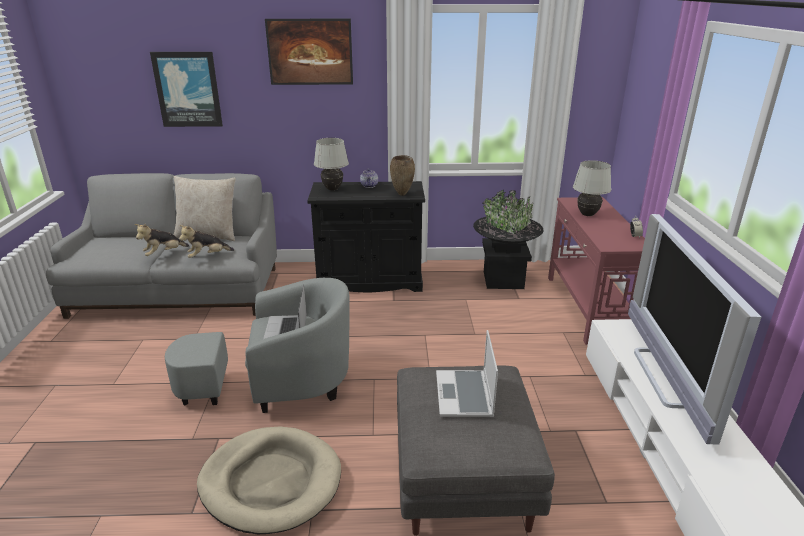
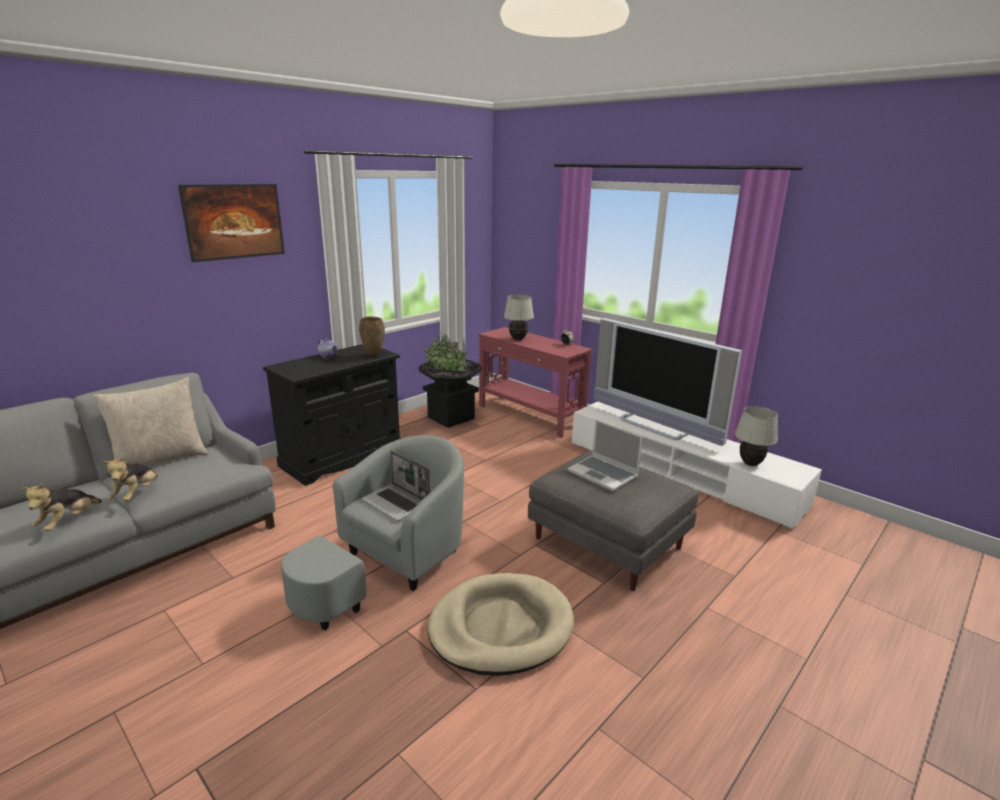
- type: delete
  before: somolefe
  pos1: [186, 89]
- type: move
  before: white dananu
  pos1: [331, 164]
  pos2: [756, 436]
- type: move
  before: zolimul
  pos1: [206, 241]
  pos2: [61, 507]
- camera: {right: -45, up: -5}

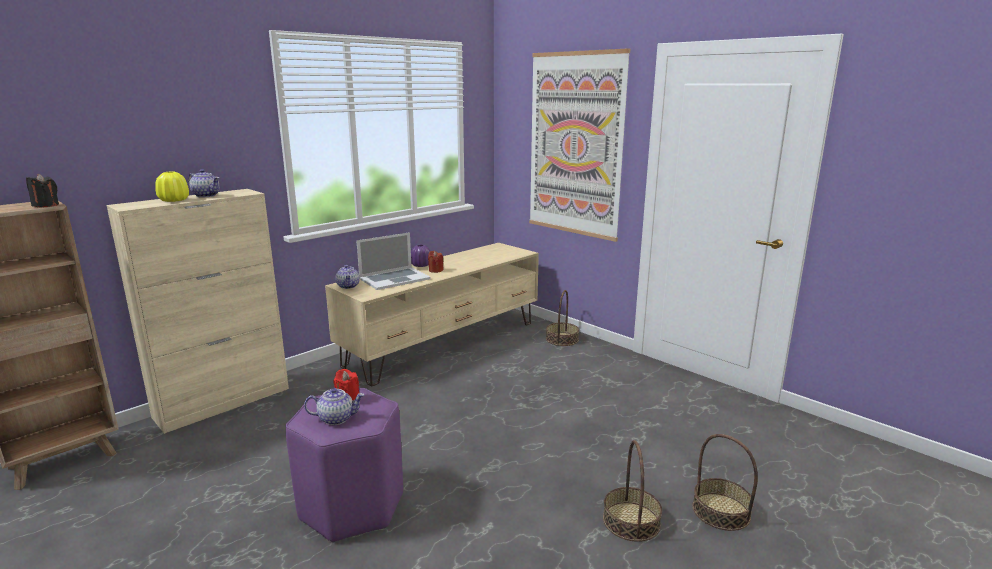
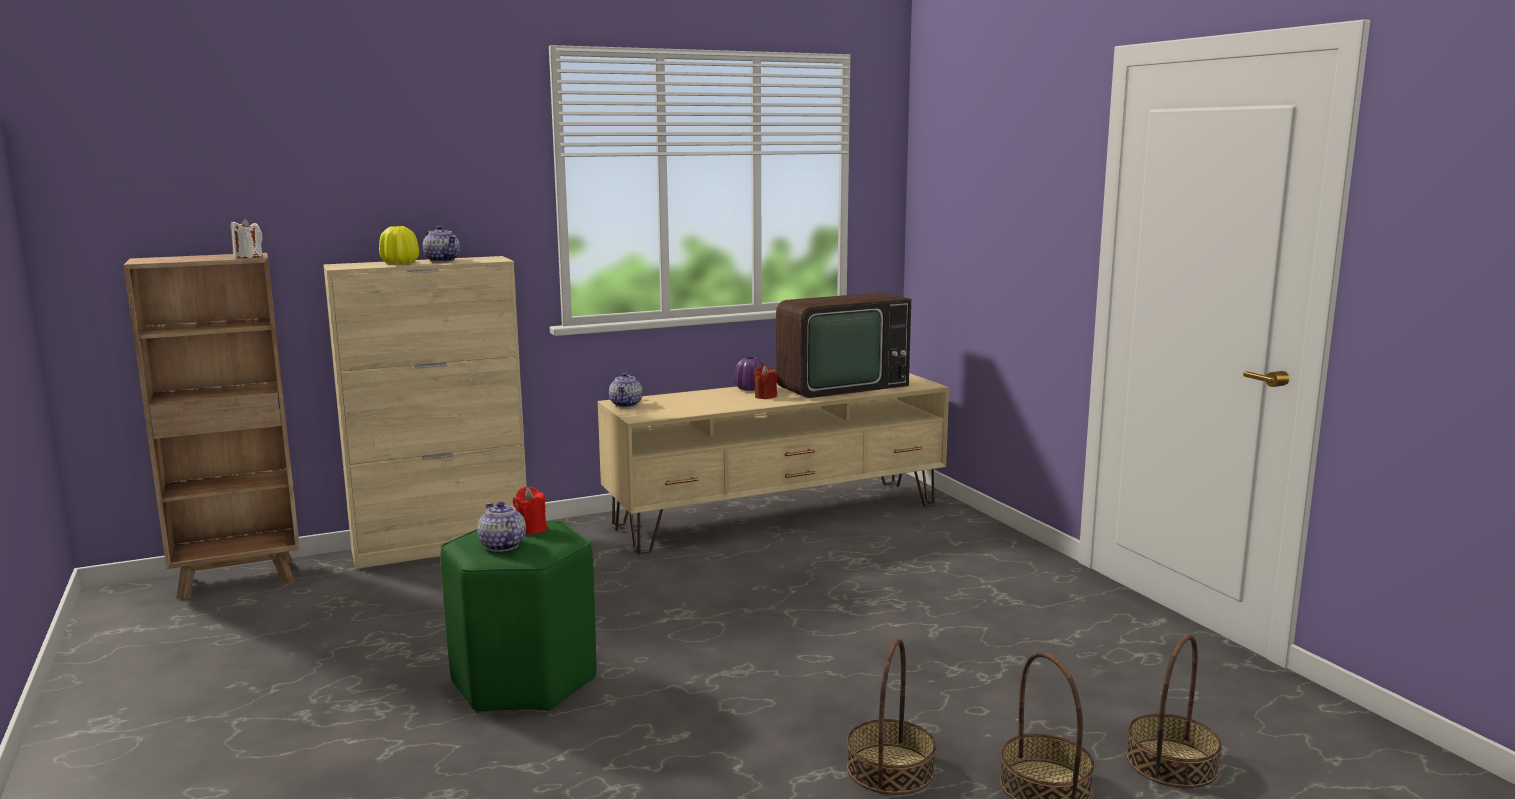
- type: delete
  before: somolefe
  pos1: [579, 145]
- type: recolor
  before: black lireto
  after: white lireto
  pos1: [42, 190]
  pos2: [247, 238]
- type: delete
  before: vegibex
  pos1: [393, 261]
- type: move
  before: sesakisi
  pos1: [562, 318]
  pos2: [1174, 711]
- type: recolor
  before: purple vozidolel
  after: green vozidolel
  pos1: [344, 465]
  pos2: [518, 617]
- type: rotate
  before: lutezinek
  pos1: [334, 406]
  pos2: [501, 527]
  turn: -135
- type: insert
  after: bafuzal
  pos2: [843, 345]
- camera: {right: 20, up: -5}

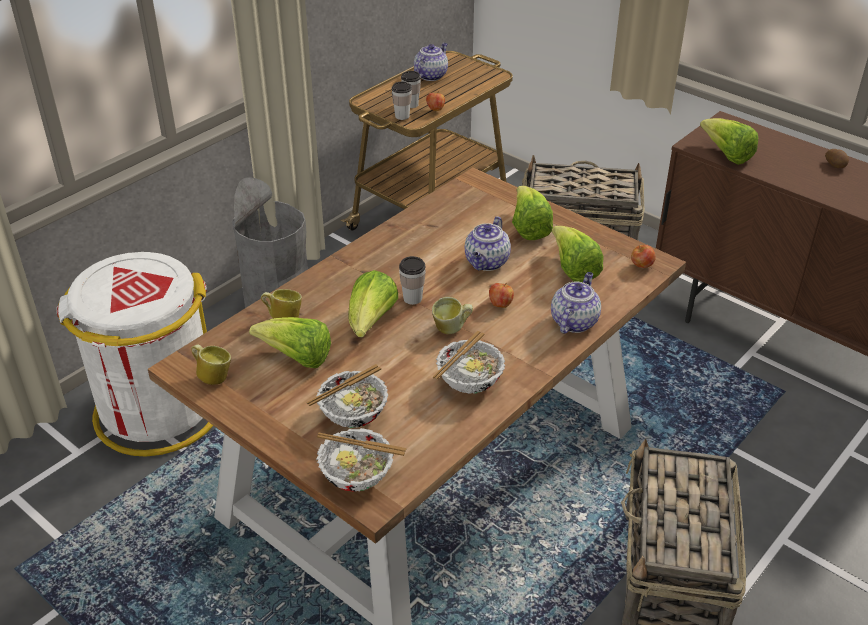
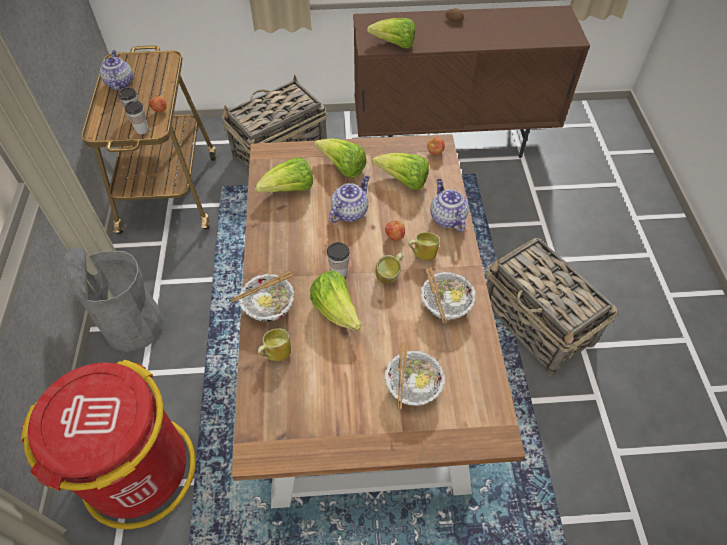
- type: rotate
  before: lutezinek
  pos1: [488, 243]
  pos2: [349, 199]
  turn: -120
- type: recolor
  before: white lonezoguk
  after: red lonezoguk
  pos1: [135, 354]
  pos2: [108, 444]
- type: move
  before: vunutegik
  pos1: [290, 342]
  pos2: [284, 175]
- type: move
  before: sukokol
  pos1: [211, 365]
  pos2: [424, 246]
- type: move
  before: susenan
  pos1: [361, 460]
  pos2: [262, 296]
- camera: {right: -45, up: 15}

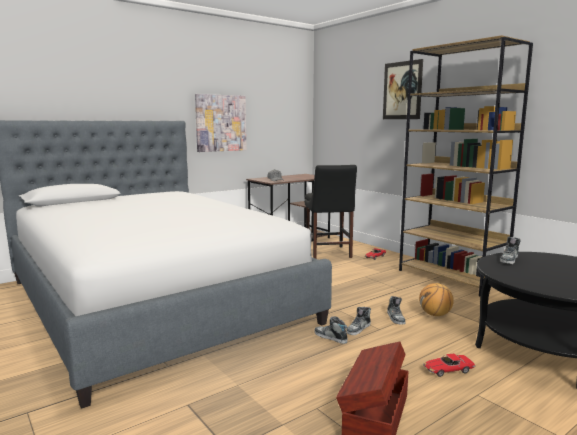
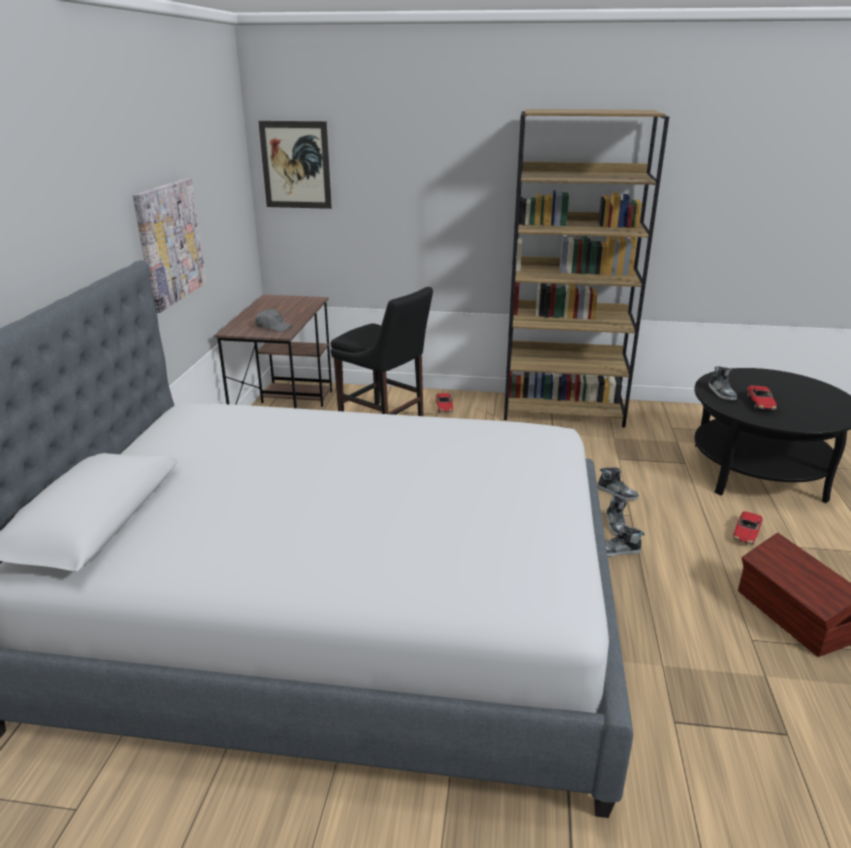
- type: move
  before: somolefe
  pos1: [403, 89]
  pos2: [295, 165]
- type: delete
  before: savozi
  pos1: [436, 299]
- type: insert
  after: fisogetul
  pos2: [762, 398]
- camera: {right: -45, up: 15}

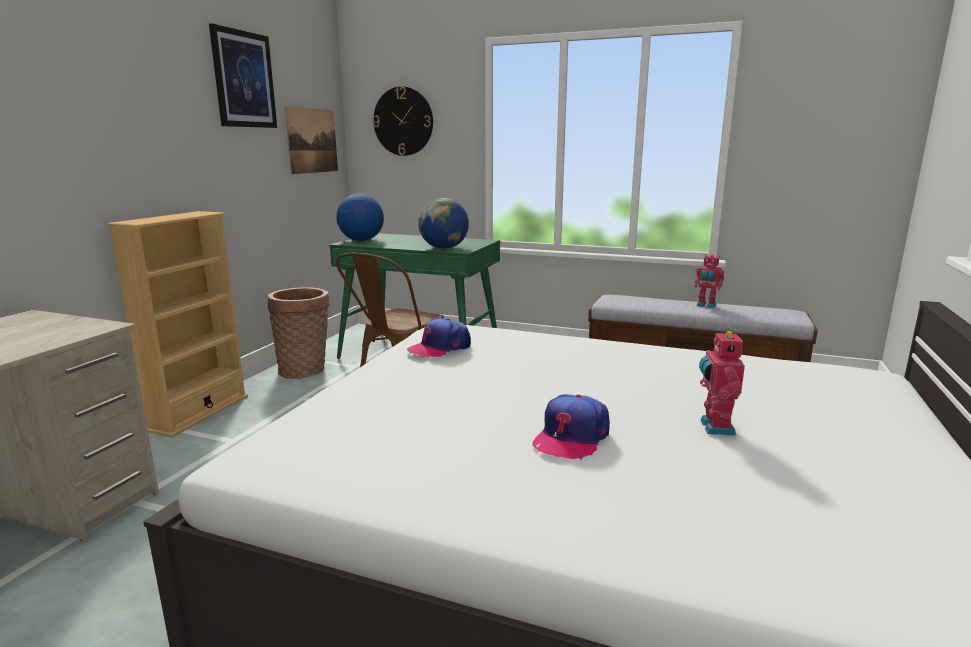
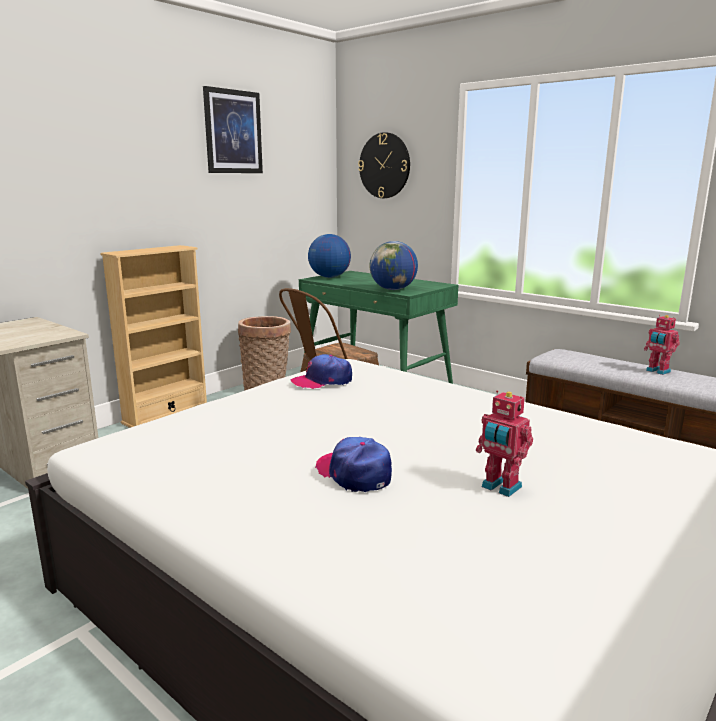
- type: delete
  before: somolefe
  pos1: [311, 140]
- type: rotate
  before: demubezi
  pos1: [722, 382]
  pos2: [504, 443]
  turn: -75
- type: rotate
  before: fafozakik
  pos1: [571, 427]
  pos2: [353, 464]
  turn: 90
- camera: {right: 20, up: 0}

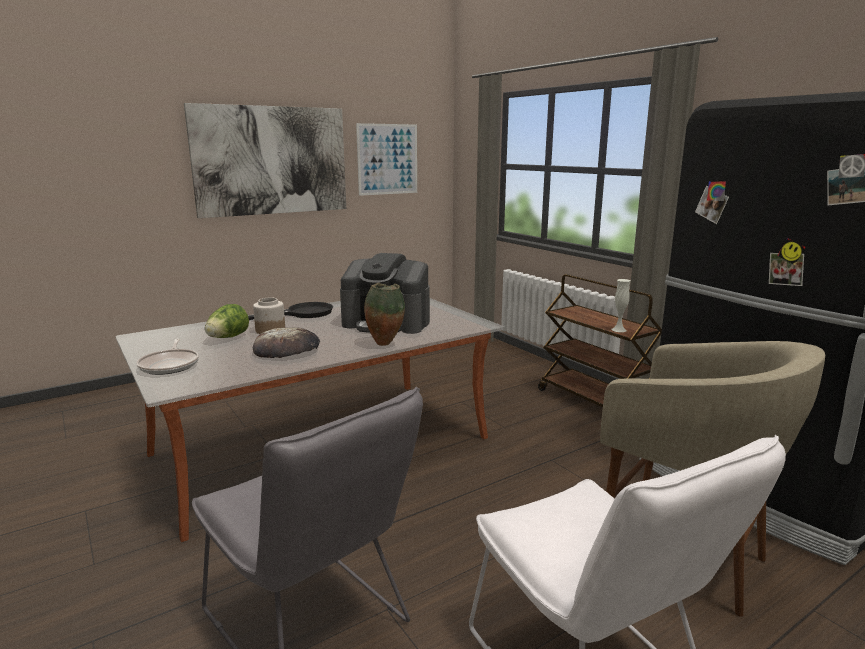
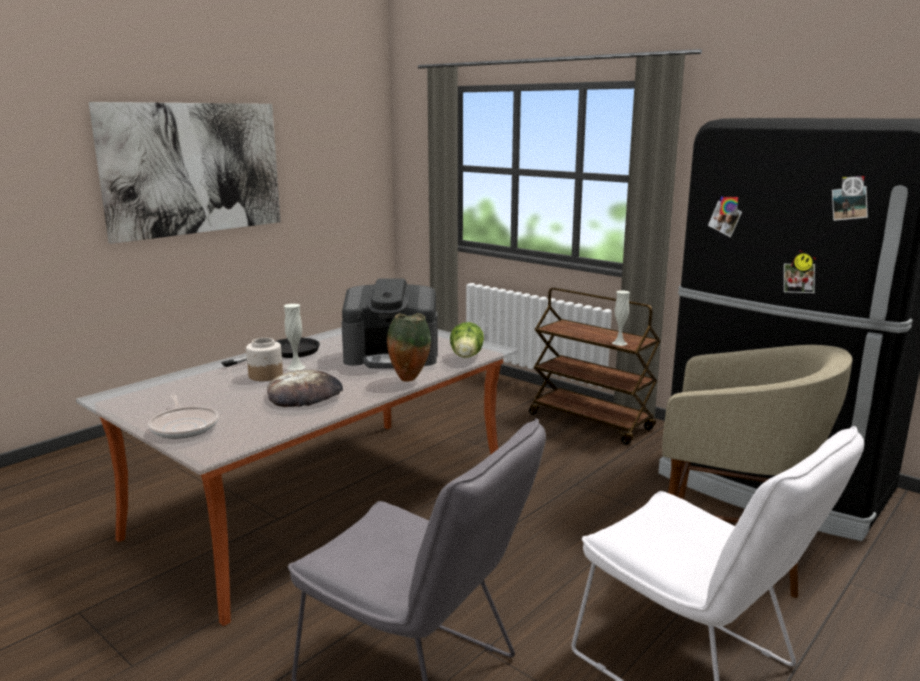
- type: delete
  before: somolefe
  pos1: [386, 159]
- type: move
  before: vunutegik
  pos1: [227, 321]
  pos2: [467, 340]
- type: insert
  after: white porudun
  pos2: [295, 337]
- camera: {right: -15, up: 0}

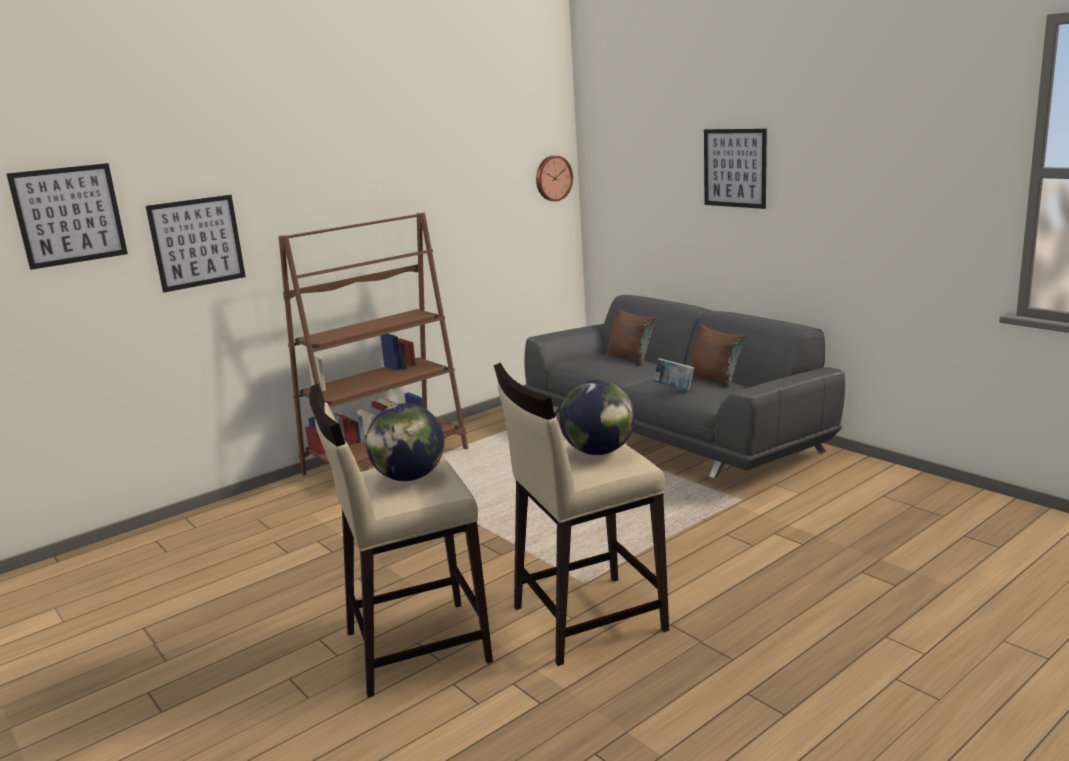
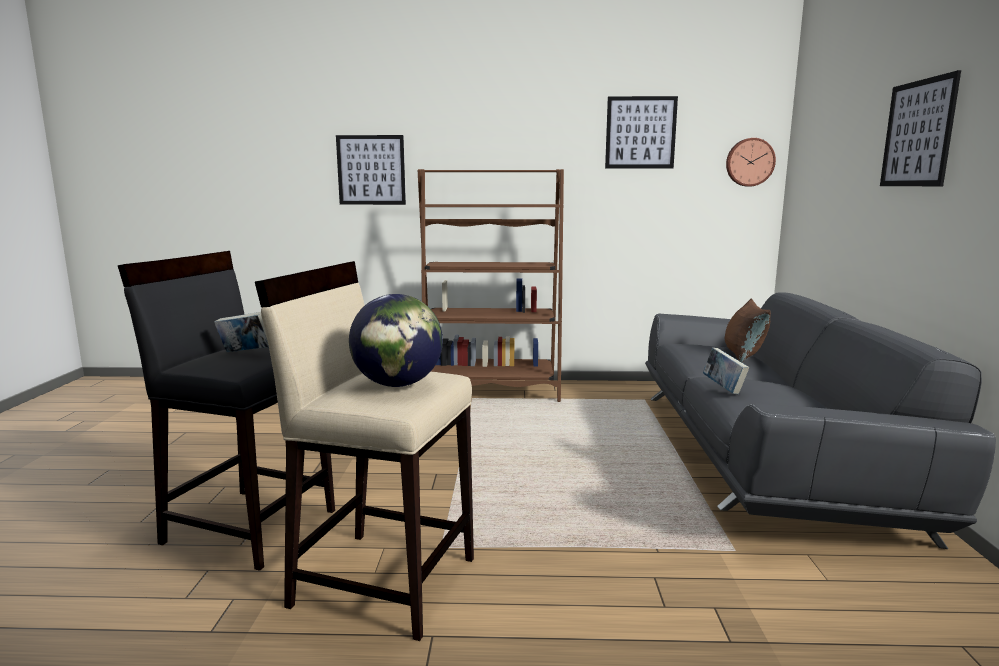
- type: move
  before: somolefe
  pos1: [67, 216]
  pos2: [641, 132]
- type: delete
  before: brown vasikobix
  pos1: [717, 355]
- type: recolor
  before: beige vozidolel
  after: black vozidolel
  pos1: [401, 540]
  pos2: [226, 411]
- type: replace
  before: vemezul
  after: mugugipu
  pos1: [405, 442]
  pos2: [241, 332]
- camera: {right: 40, up: -5}

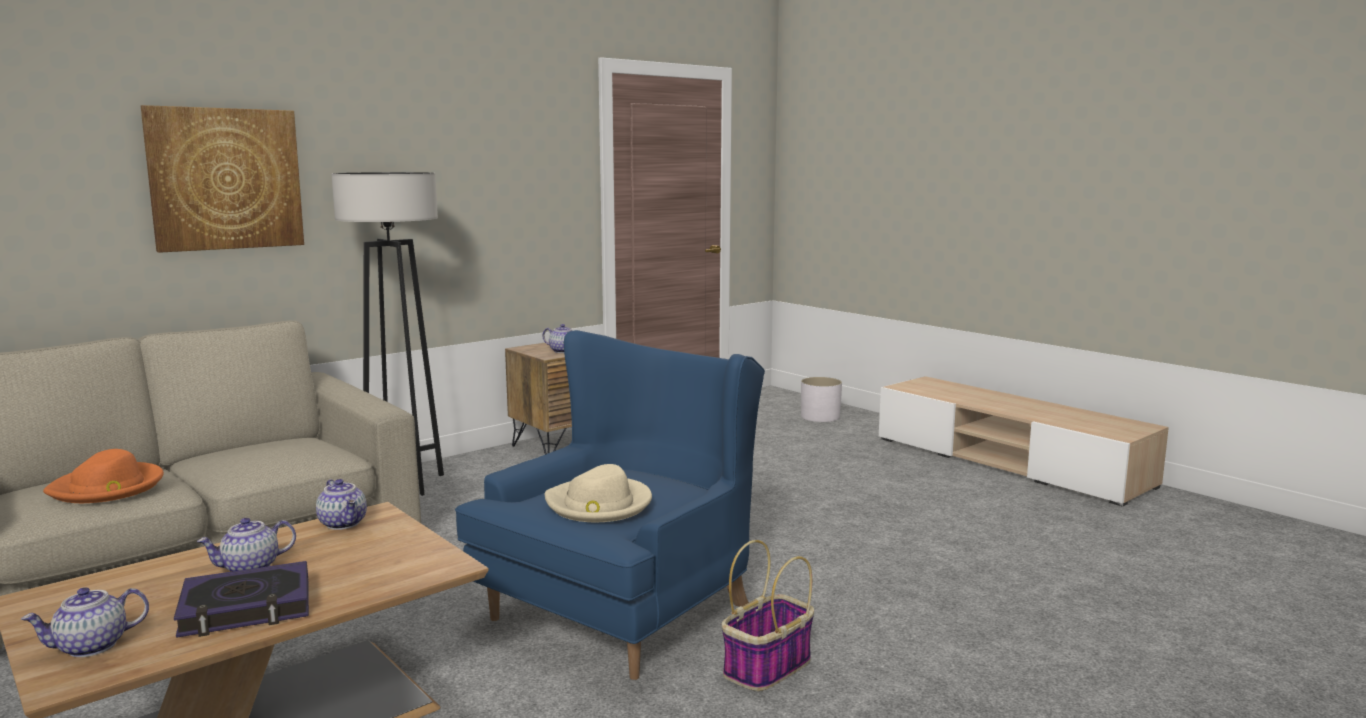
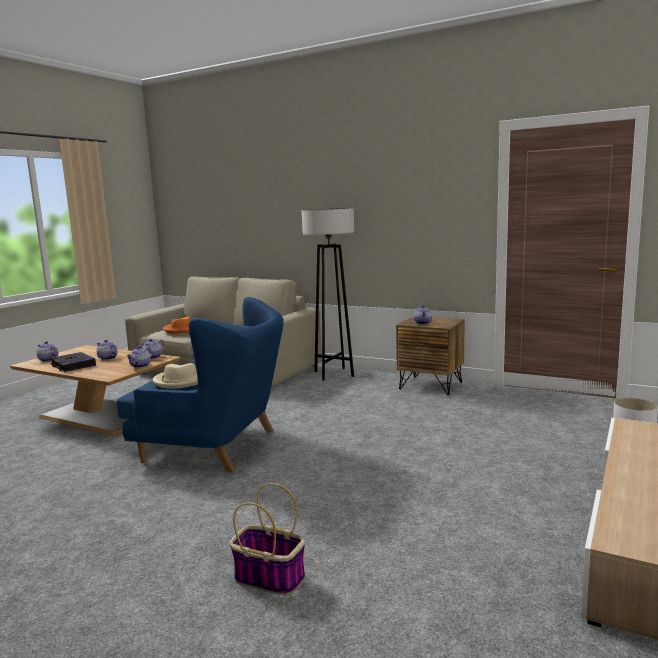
- type: delete
  before: somolefe
  pos1: [222, 179]
- type: move
  before: sesakisi
  pos1: [768, 615]
  pos2: [267, 539]
- type: insert
  after: lutezinek
  pos2: [139, 357]
- camera: {right: 70, up: 0}

